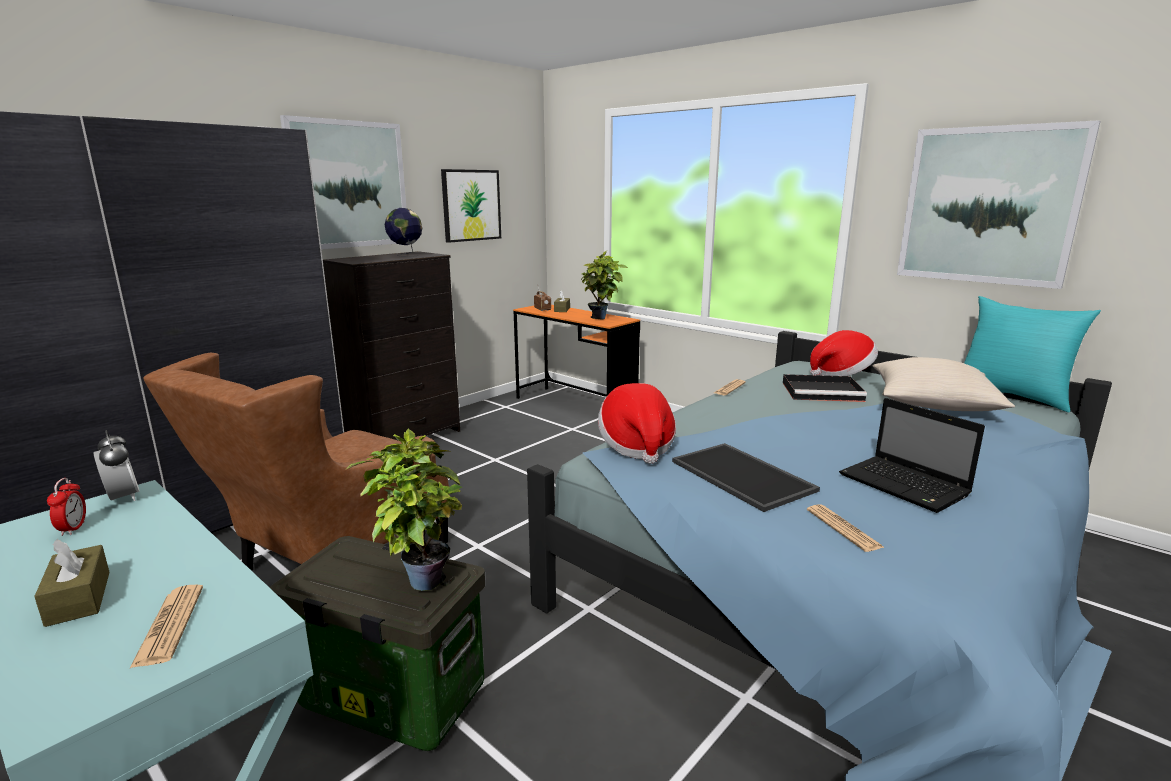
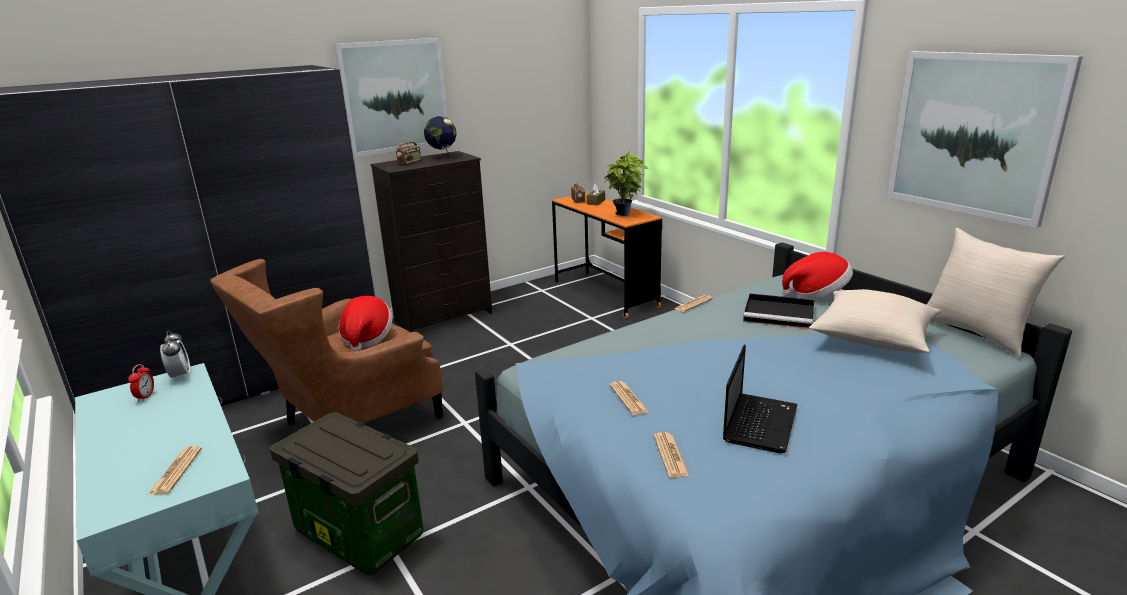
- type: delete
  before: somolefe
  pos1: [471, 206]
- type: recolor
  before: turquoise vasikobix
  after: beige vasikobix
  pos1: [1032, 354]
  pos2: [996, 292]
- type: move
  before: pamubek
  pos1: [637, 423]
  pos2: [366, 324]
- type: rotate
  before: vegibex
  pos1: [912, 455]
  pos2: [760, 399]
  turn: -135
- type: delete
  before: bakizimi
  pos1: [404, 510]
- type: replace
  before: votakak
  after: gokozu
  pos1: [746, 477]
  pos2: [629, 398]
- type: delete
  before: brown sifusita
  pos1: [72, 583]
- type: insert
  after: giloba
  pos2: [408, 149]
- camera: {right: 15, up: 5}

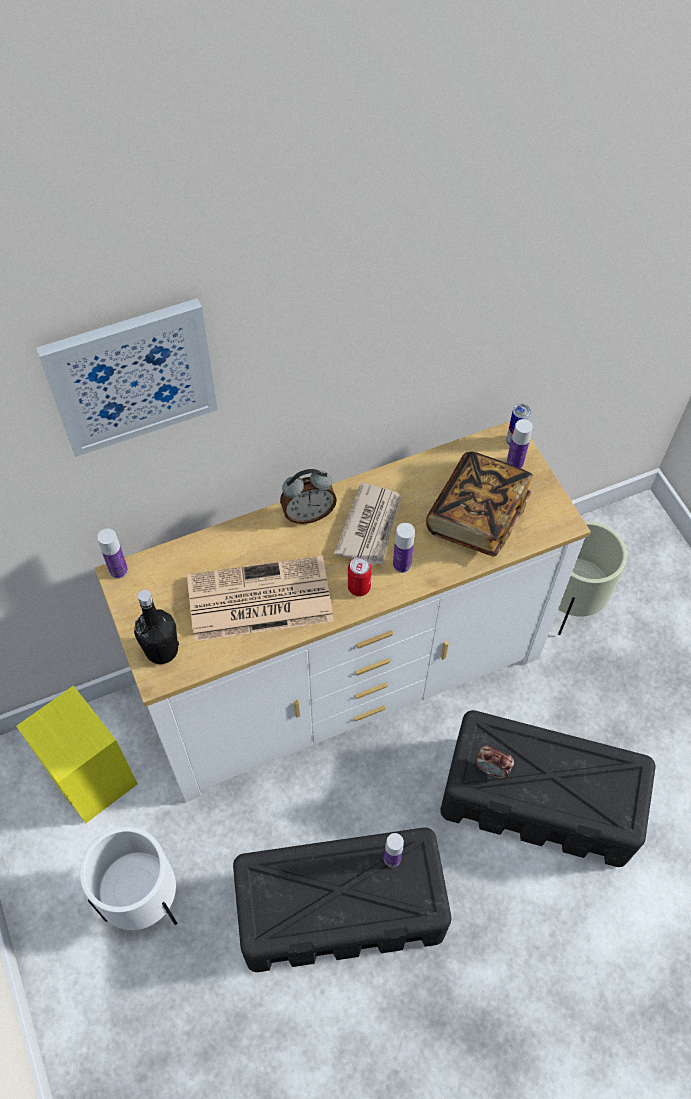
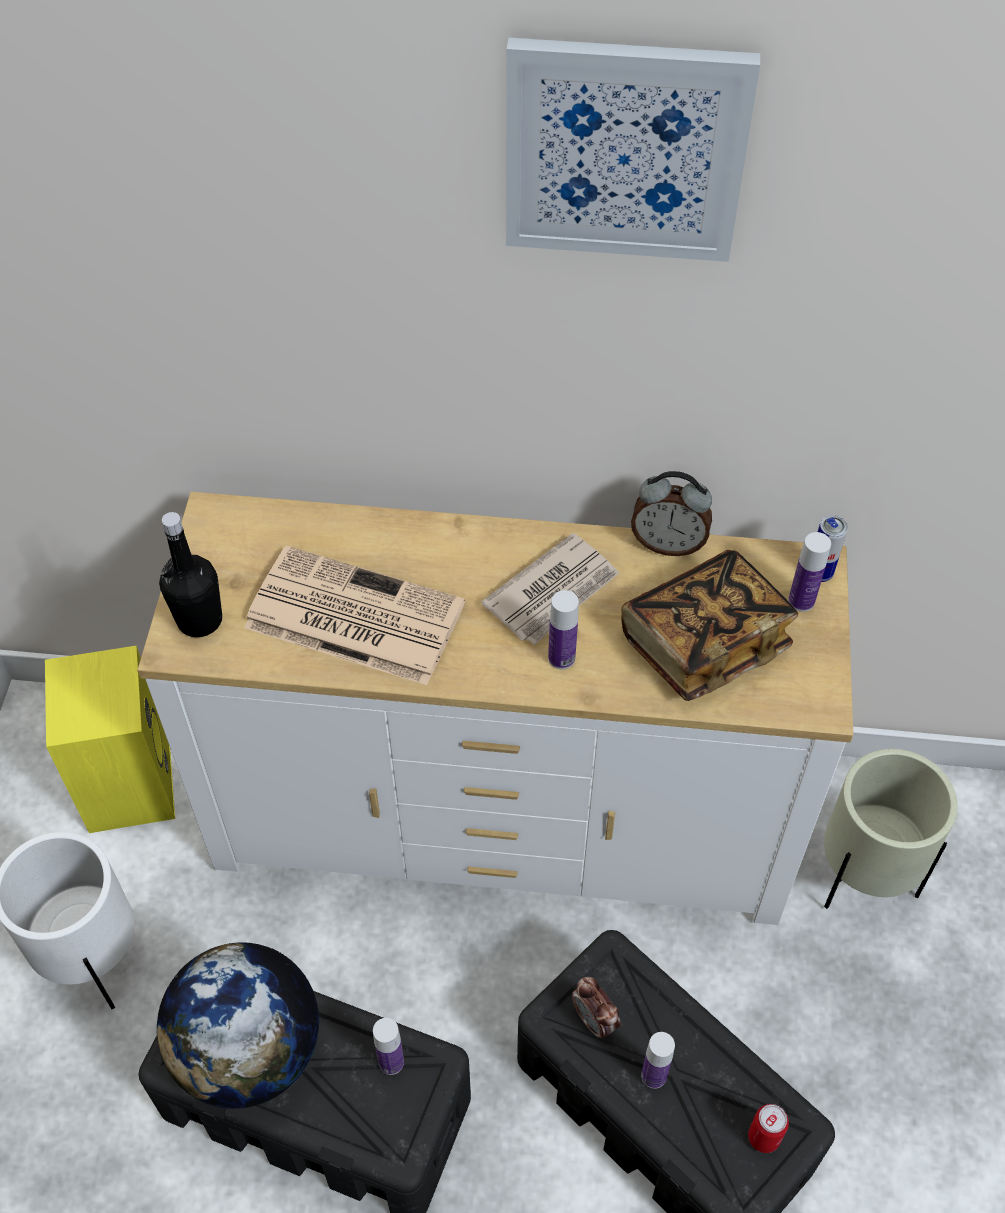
- type: move
  before: somolefe
  pos1: [127, 377]
  pos2: [633, 150]
- type: move
  before: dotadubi
  pos1: [308, 496]
  pos2: [671, 513]
- type: move
  before: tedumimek
  pos1: [112, 553]
  pos2: [658, 1060]
- type: move
  before: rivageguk
  pos1: [360, 576]
  pos2: [768, 1128]
- type: insert
  after: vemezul
  pos2: [238, 1025]
- camera: {right: 30, up: -5}

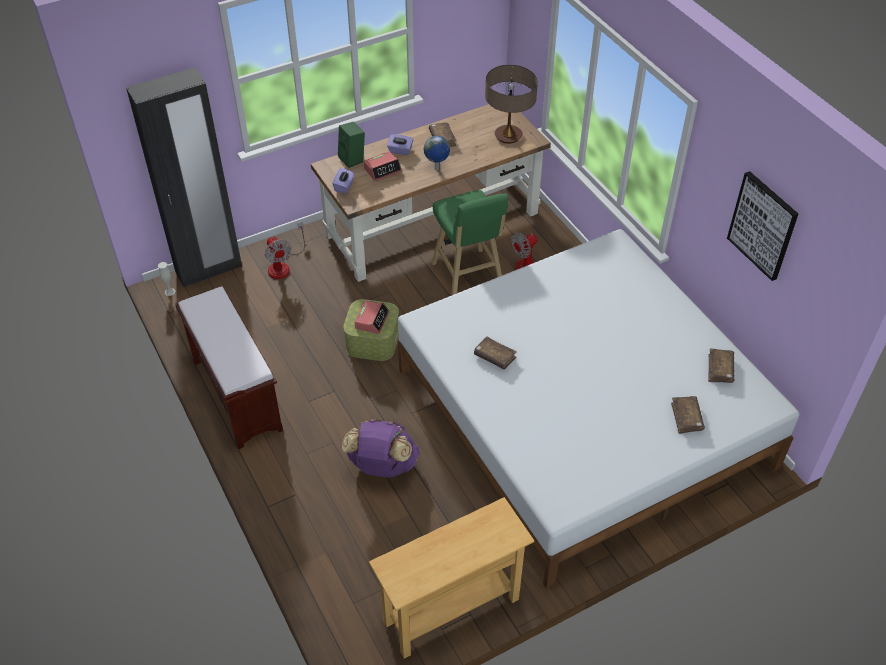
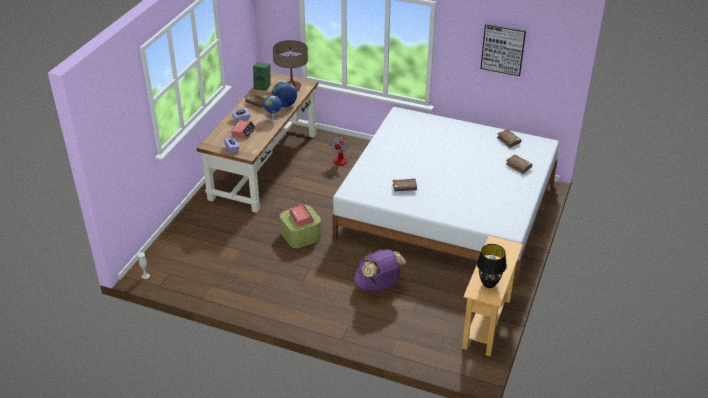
- type: delete
  before: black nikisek
  pos1: [184, 177]
- type: move
  before: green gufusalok
  pos1: [351, 145]
  pos2: [262, 76]
- type: delete
  before: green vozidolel
  pos1: [470, 243]
- type: delete
  before: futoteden
  pos1: [284, 250]
- type: delete
  before: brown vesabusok
  pos1: [229, 368]
- type: insert
  after: vemezul
  pos2: [284, 94]
- type: insert
  after: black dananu
  pos2: [492, 266]
- camera: {right: -40, up: -10}

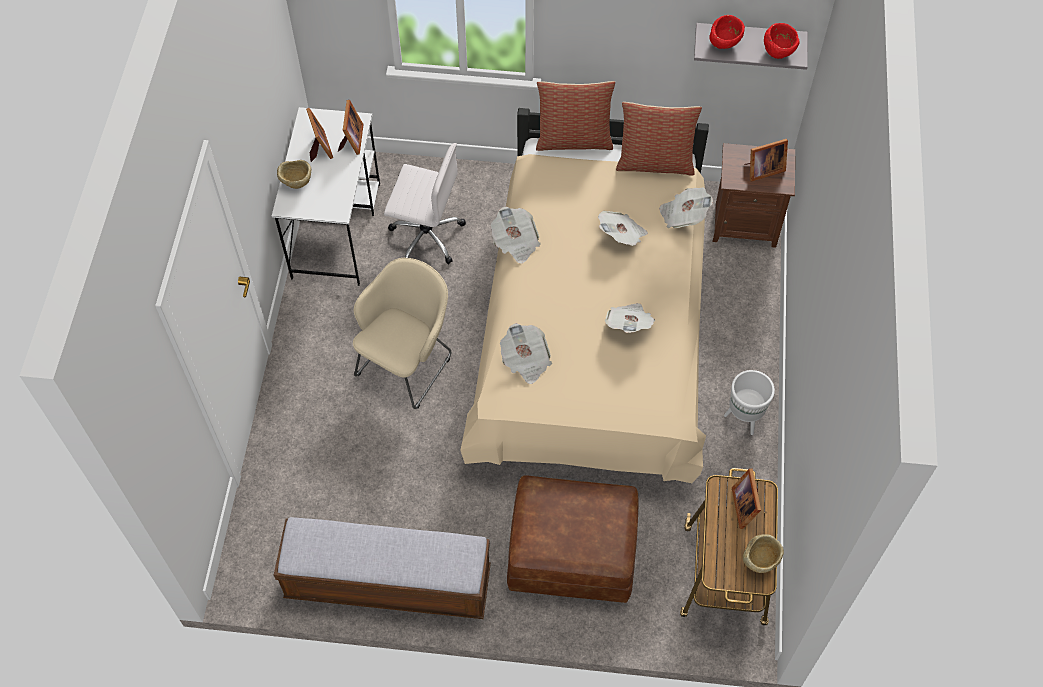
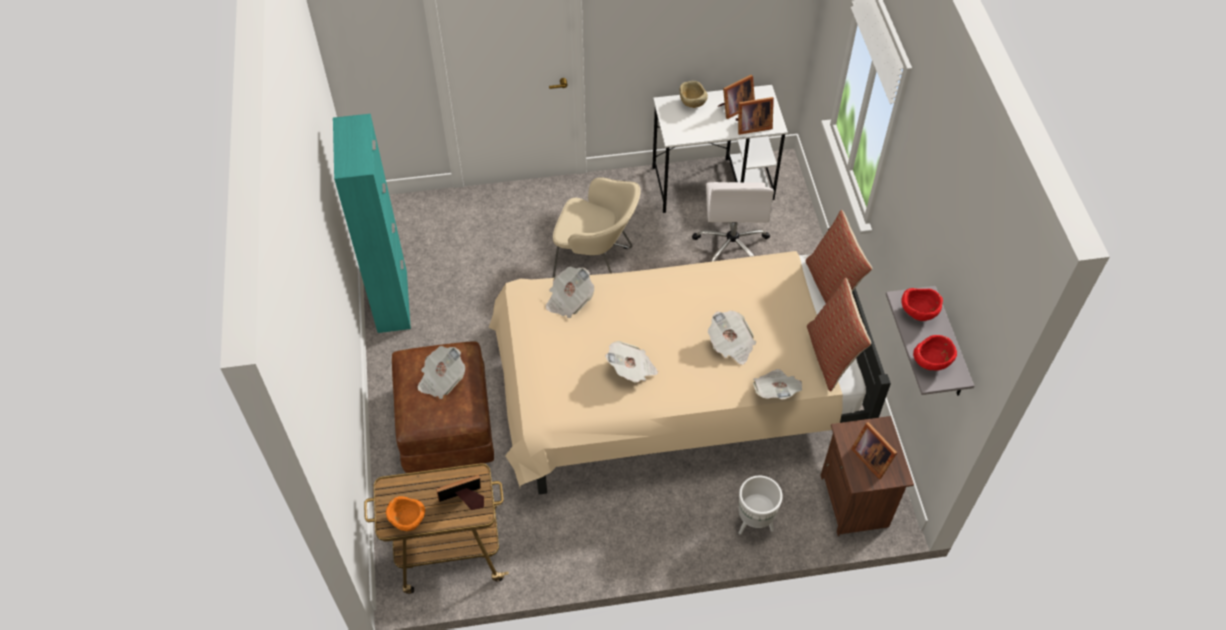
- type: move
  before: gokozu
  pos1: [516, 235]
  pos2: [441, 372]
- type: move
  before: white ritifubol
  pos1: [749, 402]
  pos2: [761, 505]
- type: replace
  before: vesabusok
  after: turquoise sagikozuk
  pos1: [382, 568]
  pos2: [372, 223]
- type: recolor
  before: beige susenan
  after: orange susenan
  pos1: [763, 553]
  pos2: [405, 513]
- camera: {right: 75, up: -5}

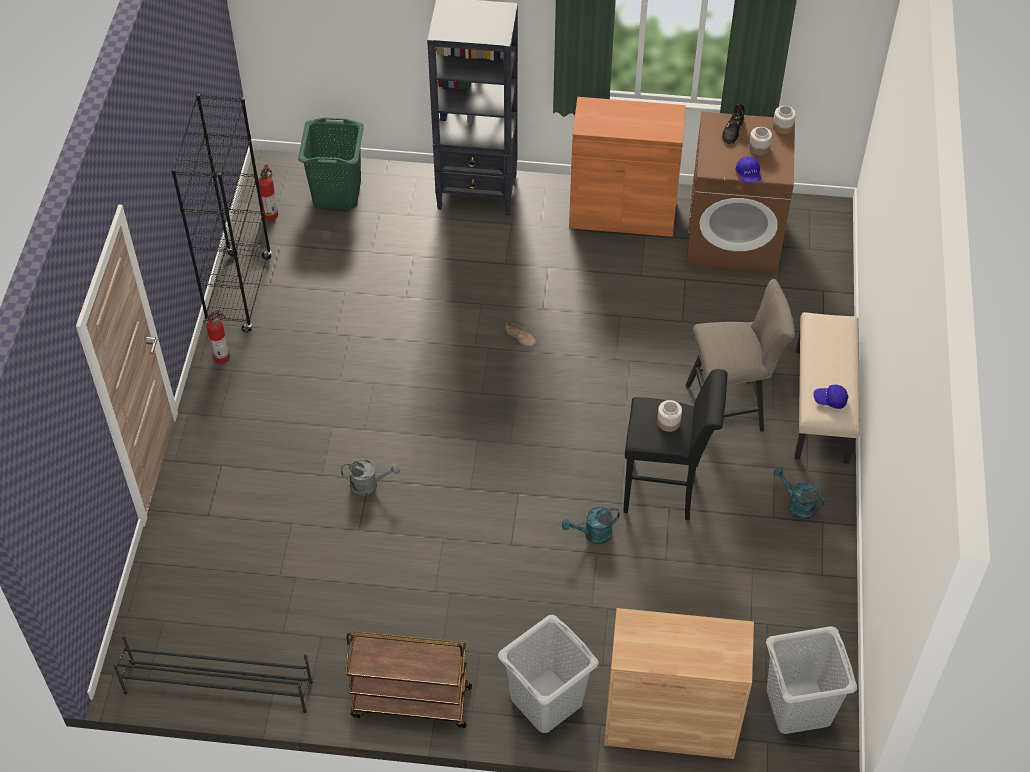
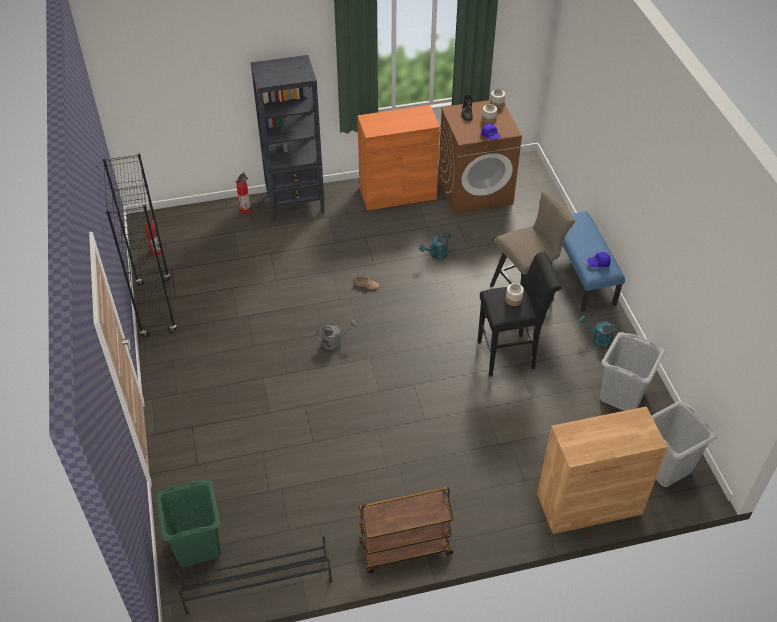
- type: move
  before: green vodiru
  pos1: [331, 163]
  pos2: [188, 523]
- type: move
  before: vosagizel
  pos1: [216, 336]
  pos2: [243, 193]
- type: recolor
  before: beige vesabusok
  after: blue vesabusok
  pos1: [827, 388]
  pos2: [593, 261]
- type: move
  before: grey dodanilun
  pos1: [370, 478]
  pos2: [337, 334]
- type: move
  before: turquoise dodanilun
  pos1: [591, 525]
  pos2: [435, 245]
- type: move
  before: grey vodiru
  pos1: [548, 674]
  pos2: [632, 371]
- camera: {right: -20, up: -5}

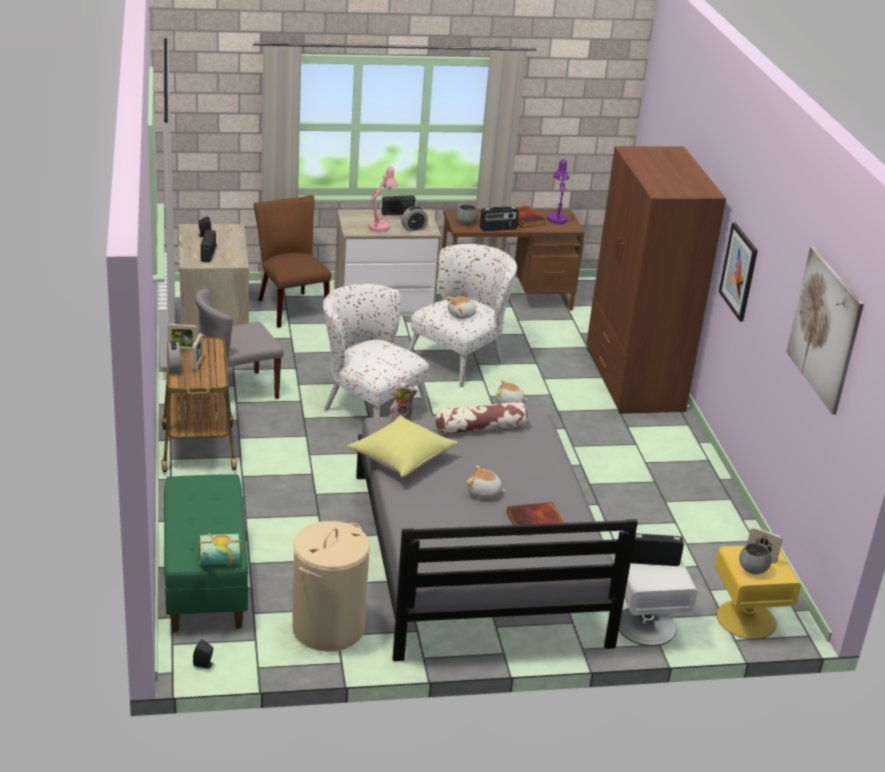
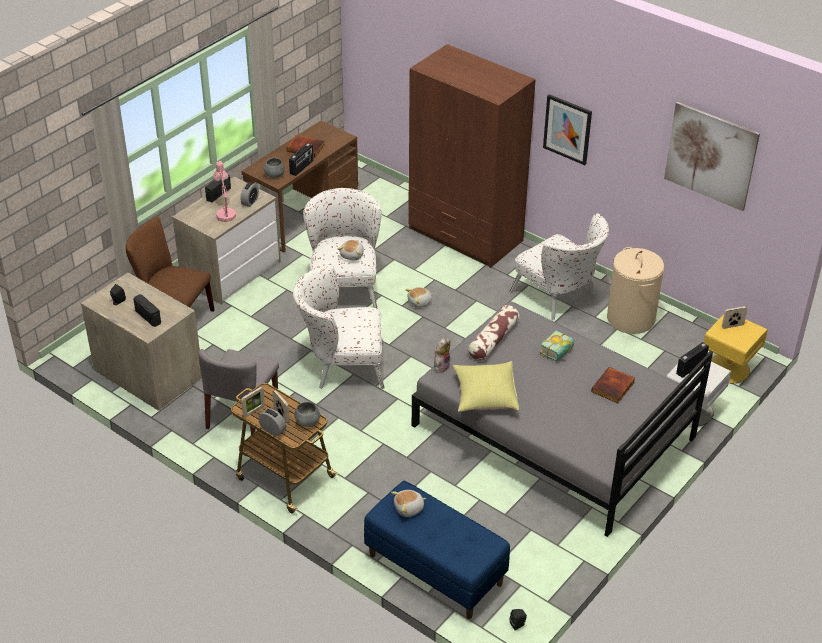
- type: delete
  before: purple dananu
  pos1: [558, 191]
- type: move
  before: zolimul
  pos1: [486, 482]
  pos2: [408, 503]
- type: recolor
  before: green vesabusok
  after: blue vesabusok
  pos1: [206, 553]
  pos2: [437, 550]
- type: move
  before: beige vodiru
  pos1: [331, 586]
  pos2: [635, 290]
- type: move
  before: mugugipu
  pos1: [219, 549]
  pos2: [557, 345]
- type: move
  before: grey susenan
  pos1: [755, 559]
  pos2: [307, 414]
- type: insert
  after: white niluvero
  pos2: [559, 266]
- camera: {right: -40, up: 10}

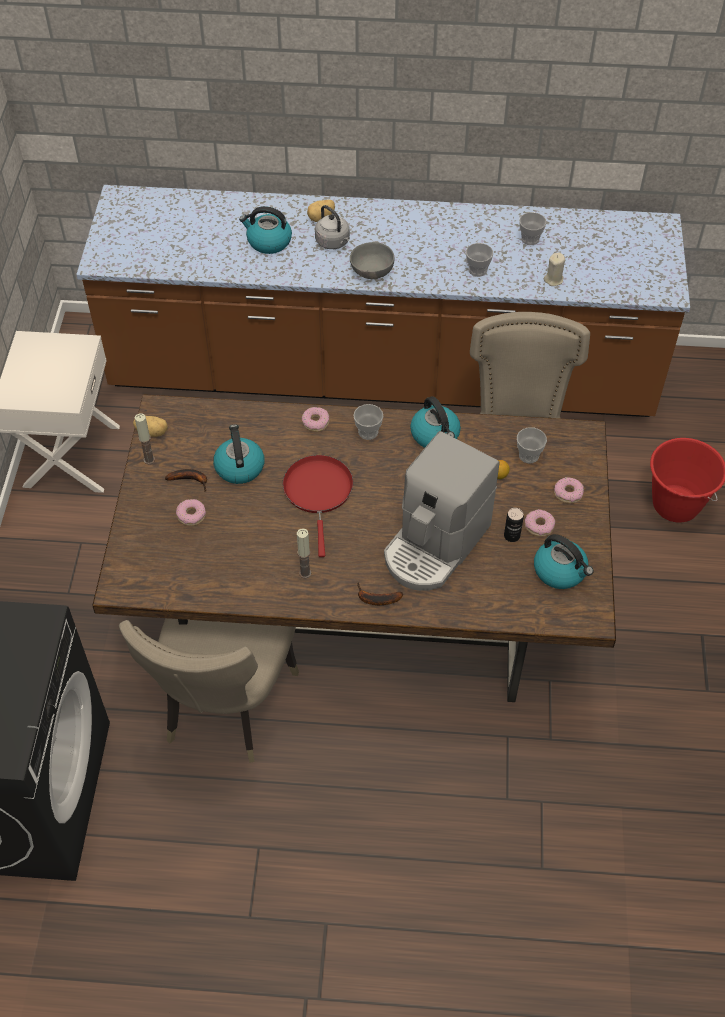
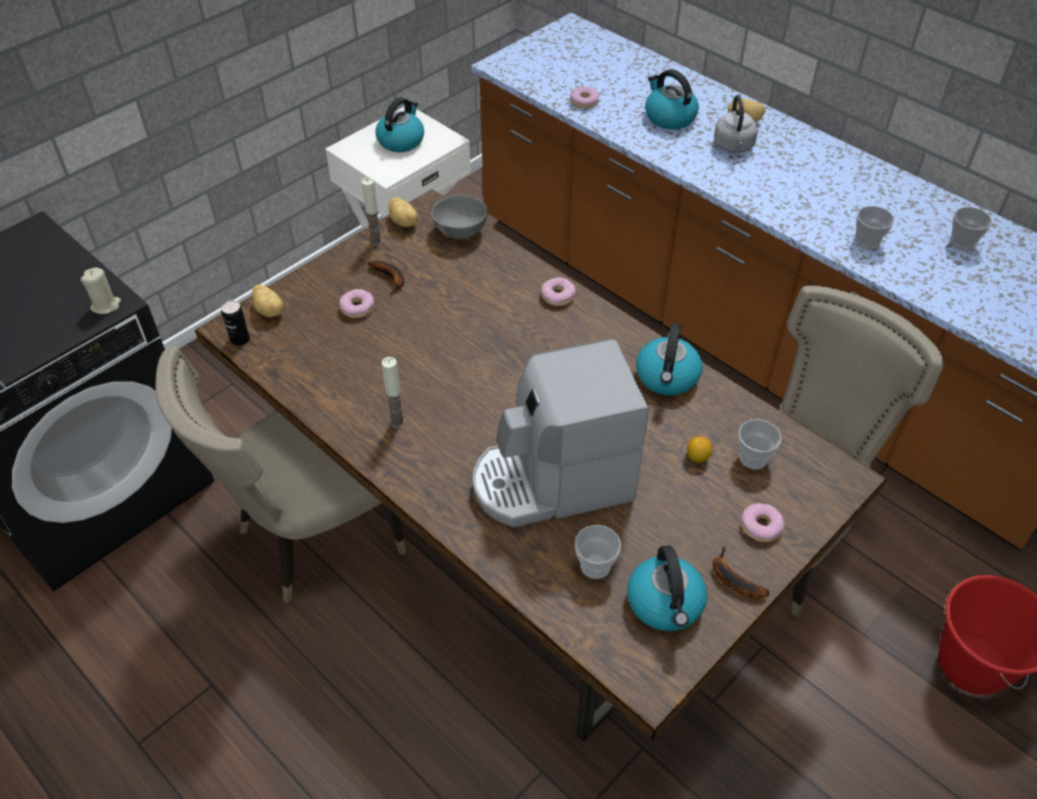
- type: move
  before: grey susenan
  pos1: [372, 260]
  pos2: [459, 217]
- type: move
  before: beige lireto
  pos1: [554, 269]
  pos2: [101, 291]
- type: move
  before: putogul
  pos1: [368, 422]
  pos2: [598, 552]
- type: move
  before: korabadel
  pos1: [238, 454]
  pos2: [399, 124]
- type: delete
  before: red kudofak
  pos1: [318, 506]
- type: move
  before: rivageguk
  pos1: [514, 525]
  pos2: [235, 323]
- type: move
  before: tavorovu
  pos1: [540, 523]
  pos2: [584, 97]
- type: move
  before: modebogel
  pos1: [380, 593]
  pos2: [741, 572]
- type: insert
  after: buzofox
  pos2: [268, 301]
- camera: {right: 40, up: -5}

